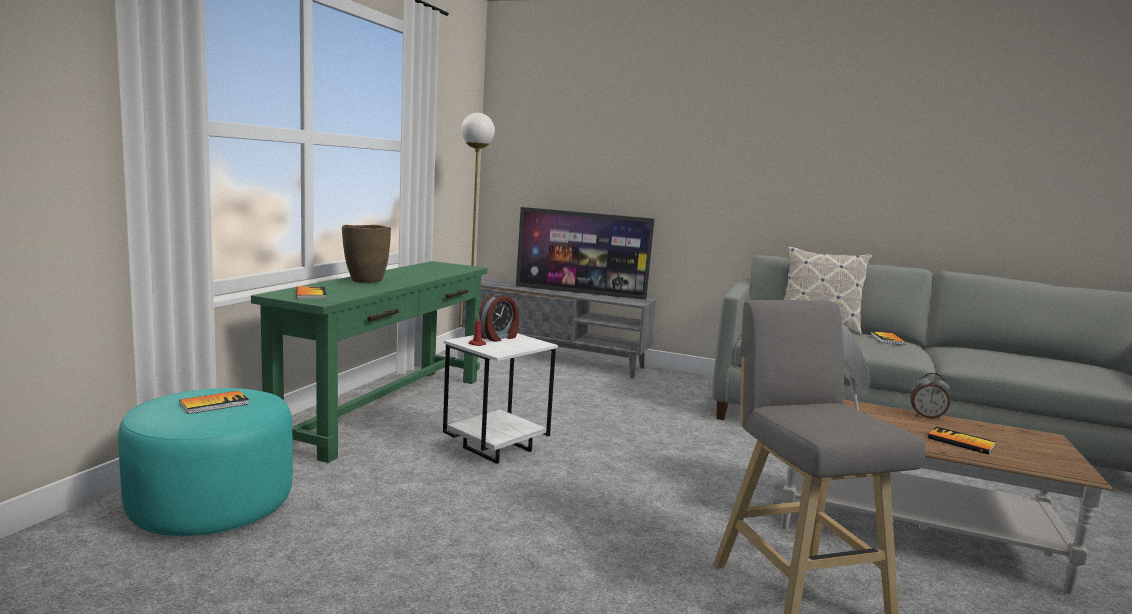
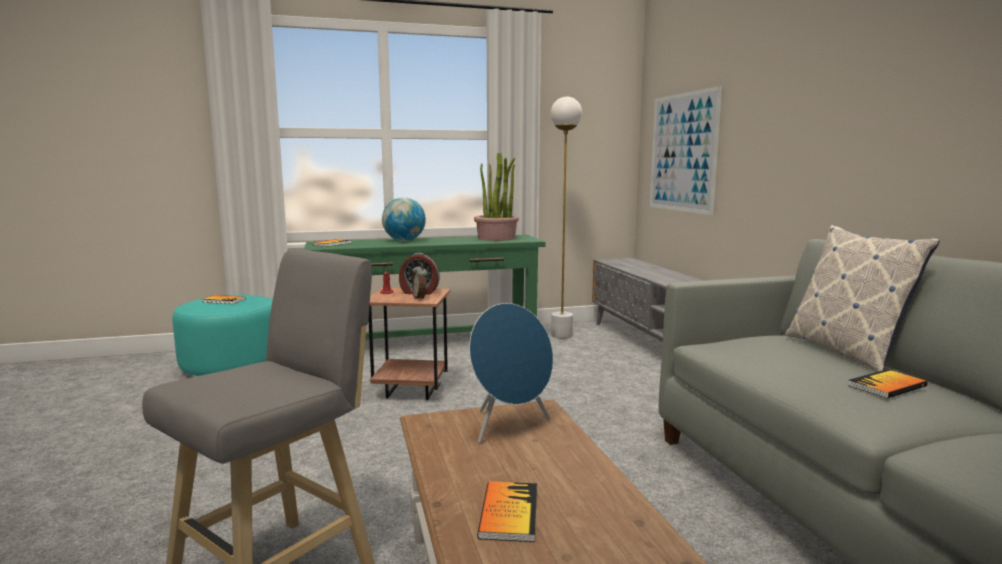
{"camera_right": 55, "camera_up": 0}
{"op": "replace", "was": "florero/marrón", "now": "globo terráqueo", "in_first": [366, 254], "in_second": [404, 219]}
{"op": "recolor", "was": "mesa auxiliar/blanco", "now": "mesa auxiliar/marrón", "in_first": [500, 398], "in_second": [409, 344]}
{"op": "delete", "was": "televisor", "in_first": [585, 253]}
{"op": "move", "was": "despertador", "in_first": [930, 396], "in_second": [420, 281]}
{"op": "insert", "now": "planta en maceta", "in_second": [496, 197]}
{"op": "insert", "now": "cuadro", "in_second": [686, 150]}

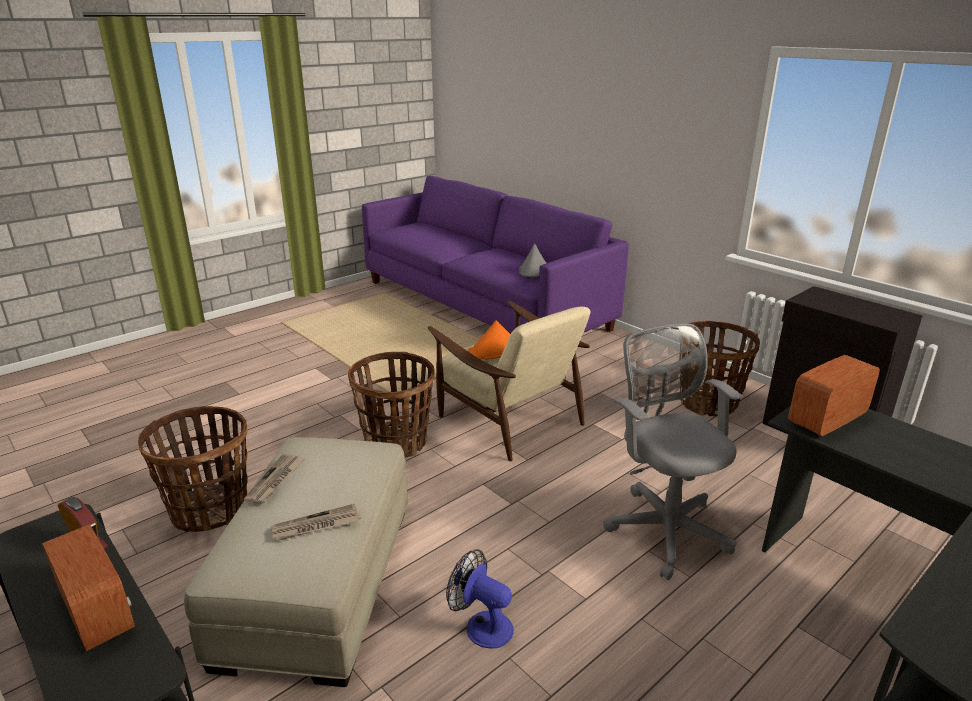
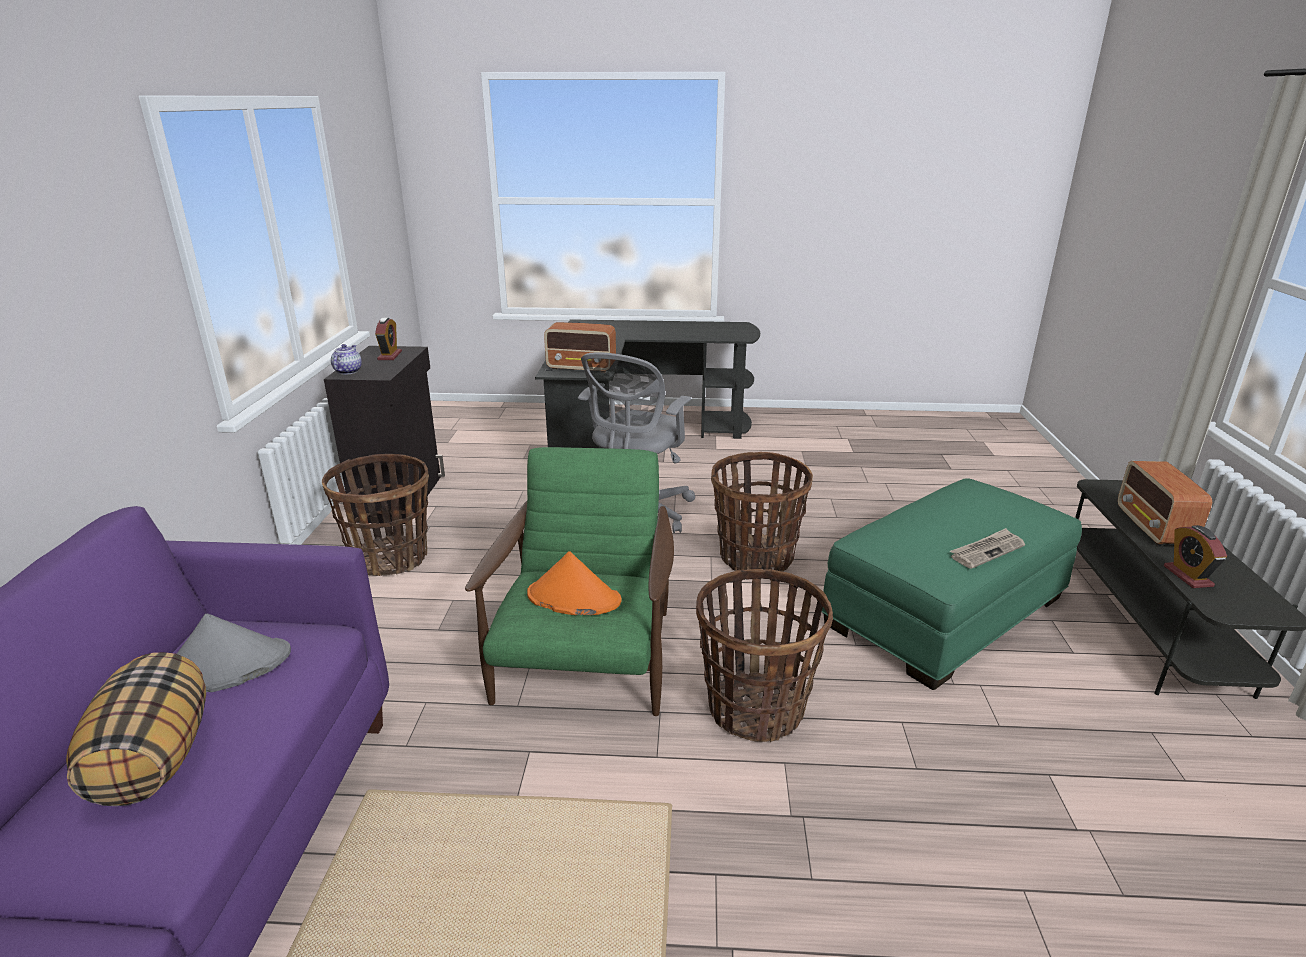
{"camera_right": -135, "camera_up": 0}
{"op": "move", "was": "cesta", "in_first": [192, 469], "in_second": [762, 511]}
{"op": "recolor", "was": "puf/beis", "now": "puf/verde", "in_first": [296, 562], "in_second": [952, 584]}
{"op": "delete", "was": "periódico", "in_first": [316, 522]}
{"op": "recolor", "was": "sillón/beis", "now": "sillón/verde", "in_first": [509, 381], "in_second": [569, 581]}
{"op": "delete", "was": "ventilador", "in_first": [480, 599]}
{"op": "insert", "now": "cojín", "in_second": [136, 729]}
{"op": "insert", "now": "tetera", "in_second": [346, 359]}
{"op": "insert", "now": "despertador", "in_second": [388, 339]}

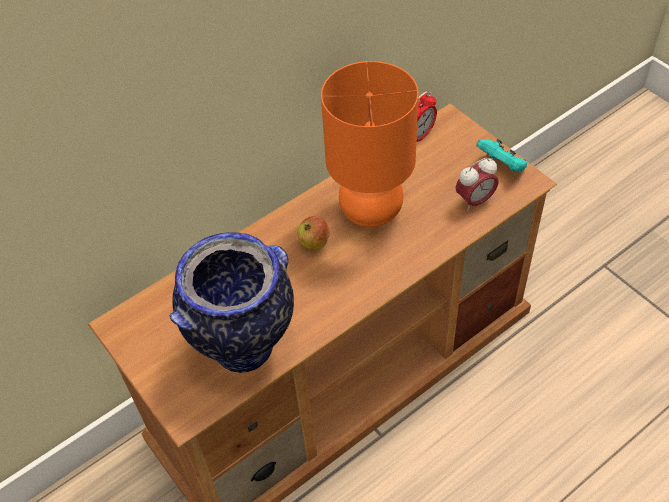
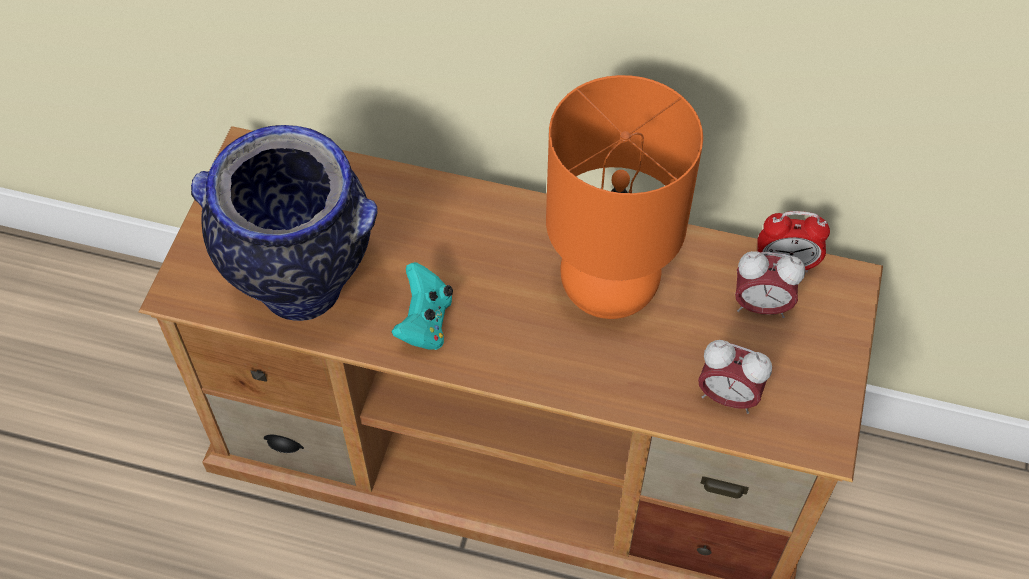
{"camera_right": 50, "camera_up": 5}
{"op": "delete", "was": "manzana", "in_first": [314, 233]}
{"op": "move", "was": "mando de consola/turquesa", "in_first": [501, 155], "in_second": [422, 306]}
{"op": "insert", "now": "despertador", "in_second": [770, 284]}

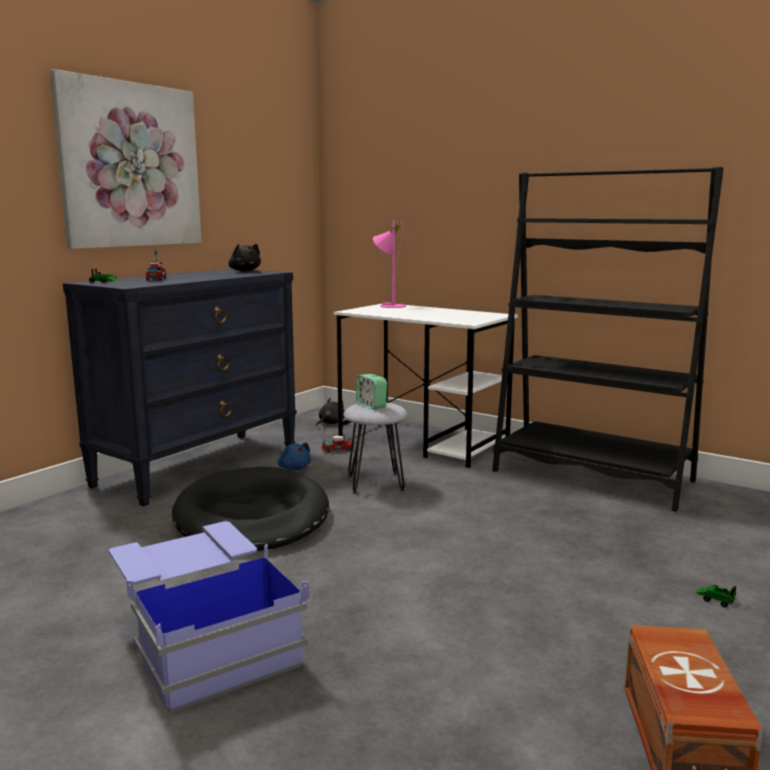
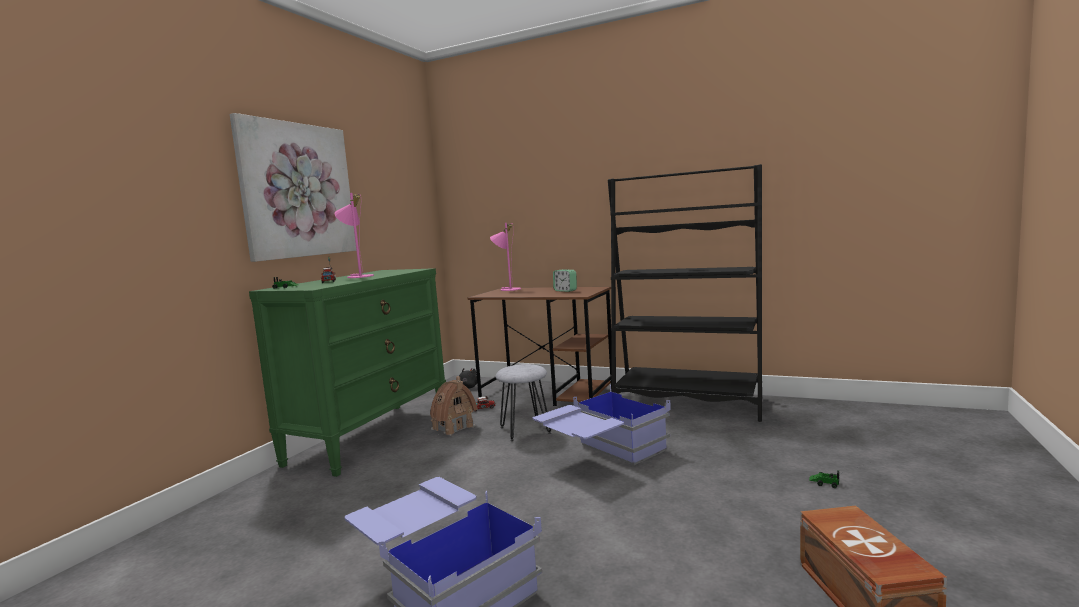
{"camera_right": -10, "camera_up": -5}
{"op": "recolor", "was": "cómoda/negro", "now": "cómoda/verde", "in_first": [180, 387], "in_second": [347, 372]}
{"op": "delete", "was": "cama para perro/negro", "in_first": [250, 508]}
{"op": "delete", "was": "peluche/negro", "in_first": [244, 257]}
{"op": "replace", "was": "peluche/azul", "now": "casita", "in_first": [294, 456], "in_second": [454, 406]}
{"op": "recolor", "was": "escritorio/blanco", "now": "escritorio/marrón", "in_first": [425, 386], "in_second": [539, 346]}
{"op": "move", "was": "despertador", "in_first": [371, 391], "in_second": [565, 280]}
{"op": "insert", "now": "lámpara de mesa/rosa", "in_second": [354, 235]}
{"op": "insert", "now": "caja de almacenaje/azul", "in_second": [601, 425]}

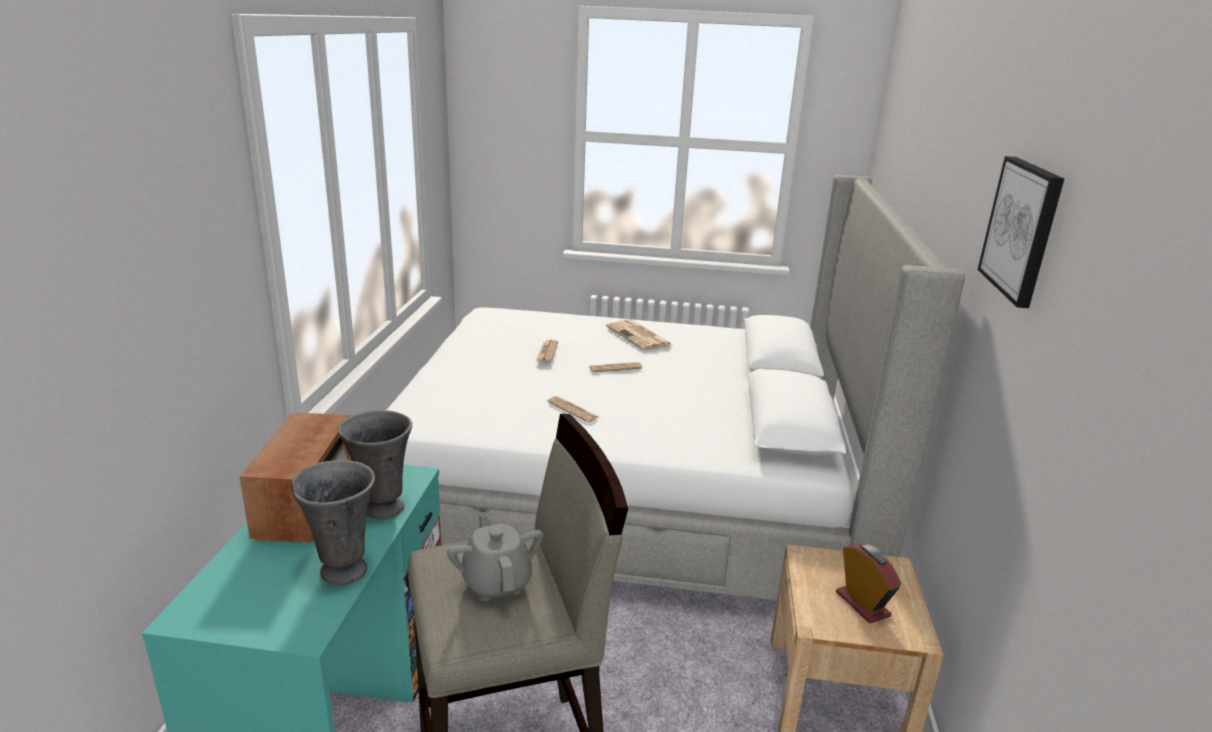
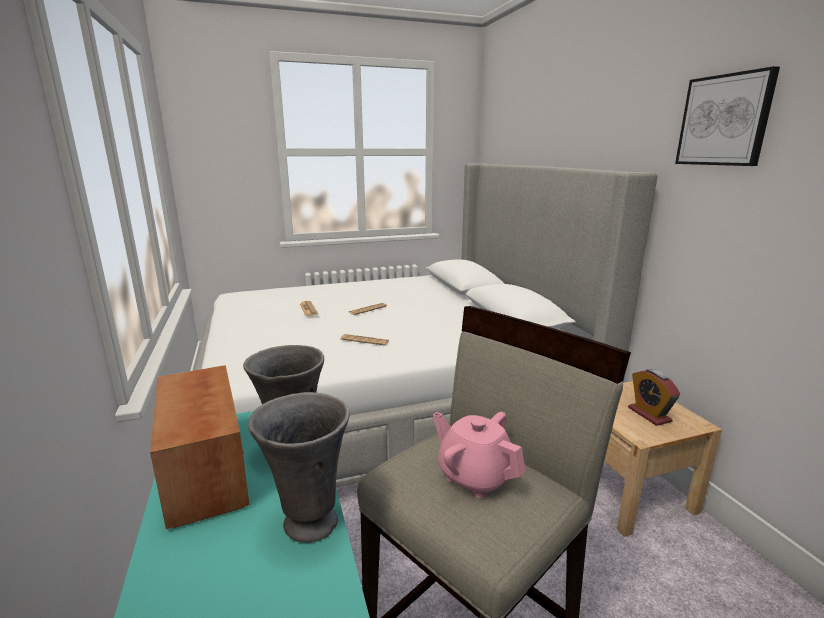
{"camera_right": -25, "camera_up": -5}
{"op": "recolor", "was": "tetera/gris", "now": "tetera/rosa", "in_first": [495, 556], "in_second": [479, 455]}
{"op": "delete", "was": "periódico", "in_first": [639, 334]}
{"op": "rotate", "was": "despertador", "in_first": [868, 583], "in_second": [654, 397], "clockwise": -150}

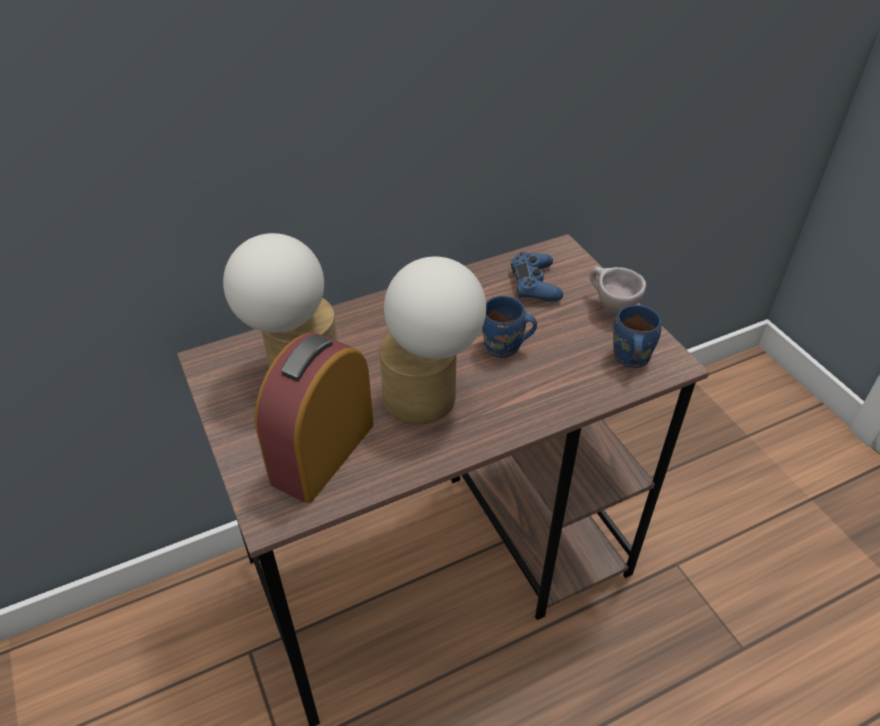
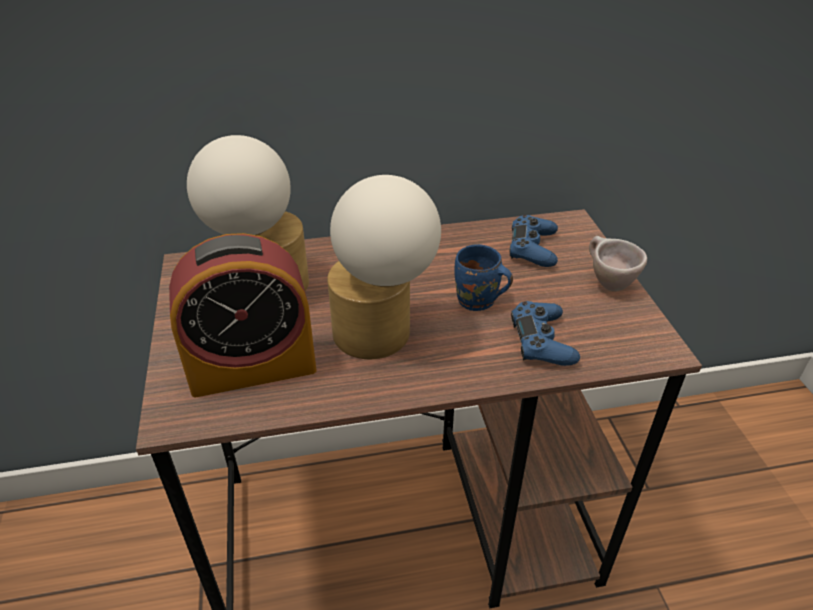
{"camera_right": 15, "camera_up": -5}
{"op": "rotate", "was": "despertador", "in_first": [314, 418], "in_second": [242, 315], "clockwise": -150}
{"op": "delete", "was": "taza grande/azul", "in_first": [637, 336]}
{"op": "insert", "now": "mando de consola/azul", "in_second": [545, 333]}

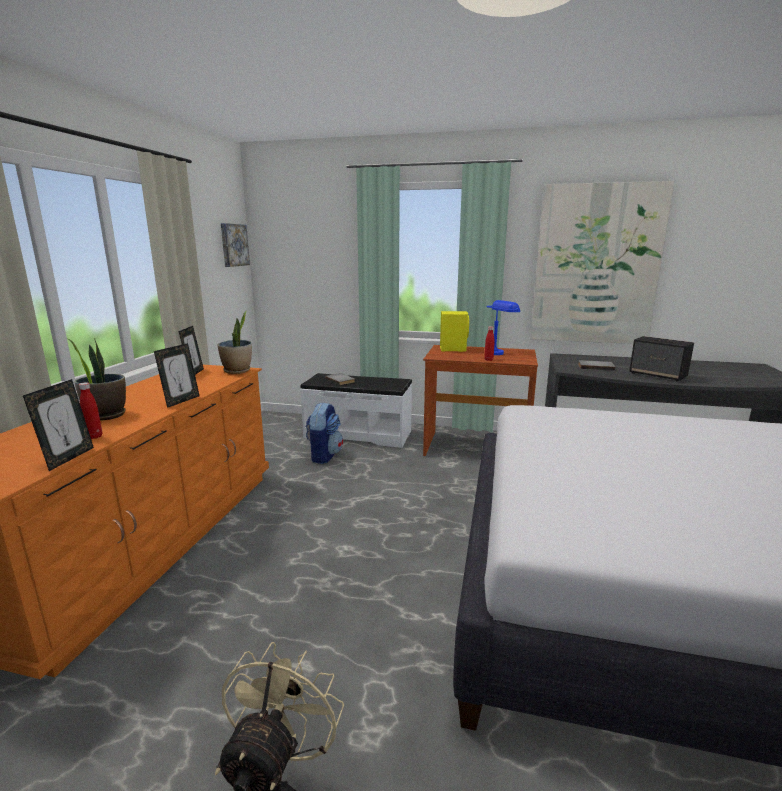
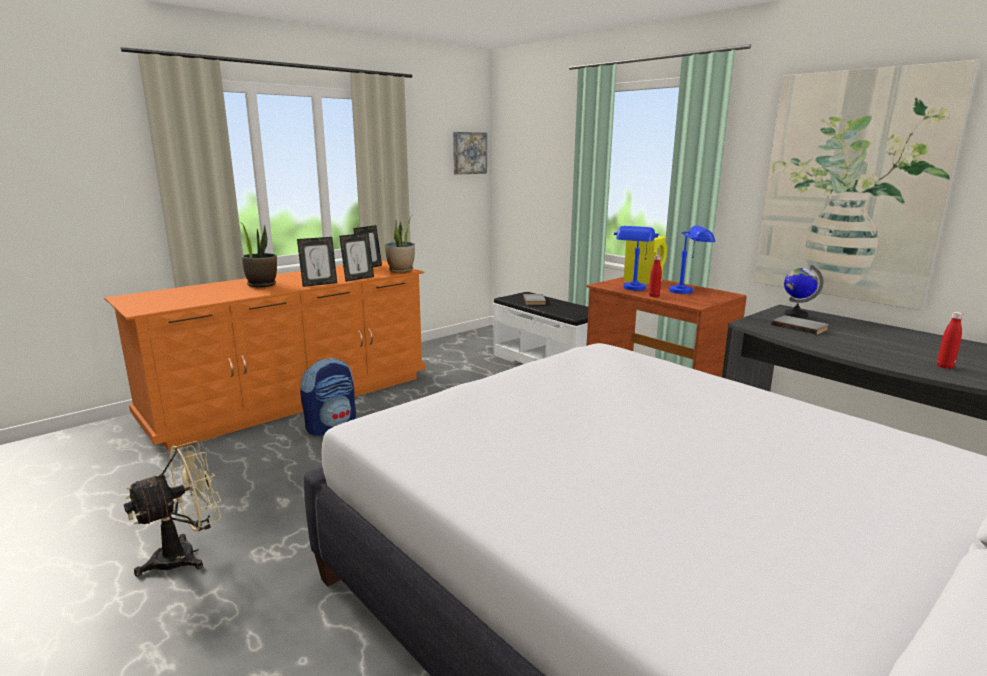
{"camera_right": 35, "camera_up": 0}
{"op": "move", "was": "portarretratos", "in_first": [58, 425], "in_second": [356, 257]}
{"op": "move", "was": "botella/rojo", "in_first": [90, 410], "in_second": [950, 340]}
{"op": "move", "was": "mochila", "in_first": [324, 433], "in_second": [328, 397]}
{"op": "delete", "was": "altavoz", "in_first": [661, 359]}
{"op": "insert", "now": "lámpara de mesa/azul", "in_second": [636, 258]}
{"op": "insert", "now": "globo terráqueo", "in_second": [803, 291]}

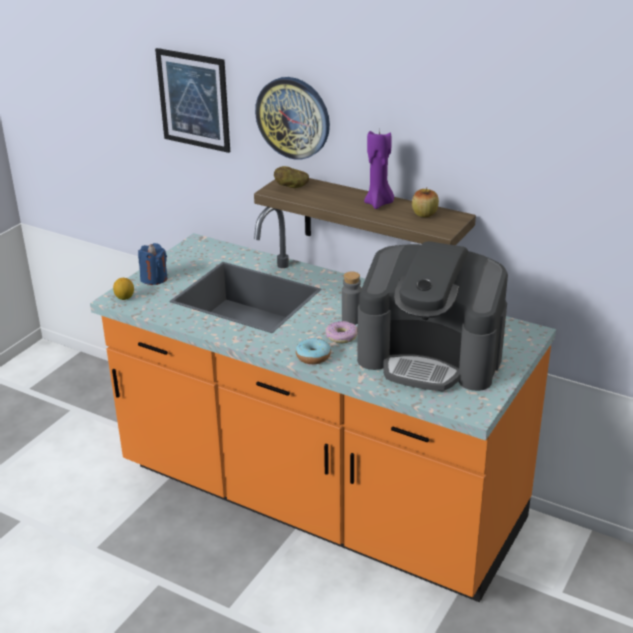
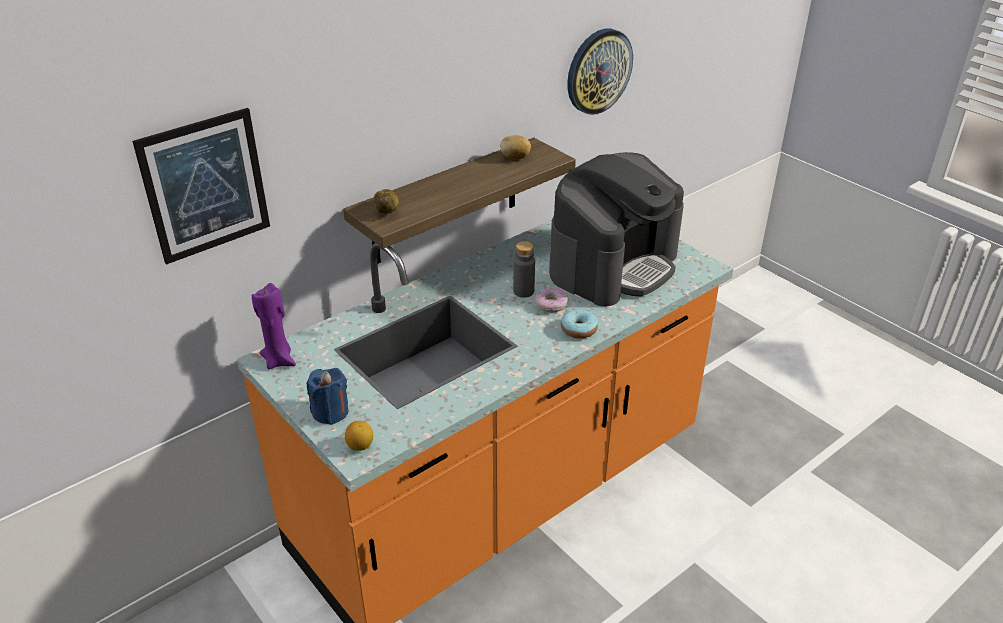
{"camera_right": -70, "camera_up": 5}
{"op": "move", "was": "reloj de pared", "in_first": [292, 118], "in_second": [600, 71]}
{"op": "move", "was": "vela/morado", "in_first": [379, 169], "in_second": [274, 326]}
{"op": "replace", "was": "manzana", "now": "patata", "in_first": [425, 202], "in_second": [515, 147]}

